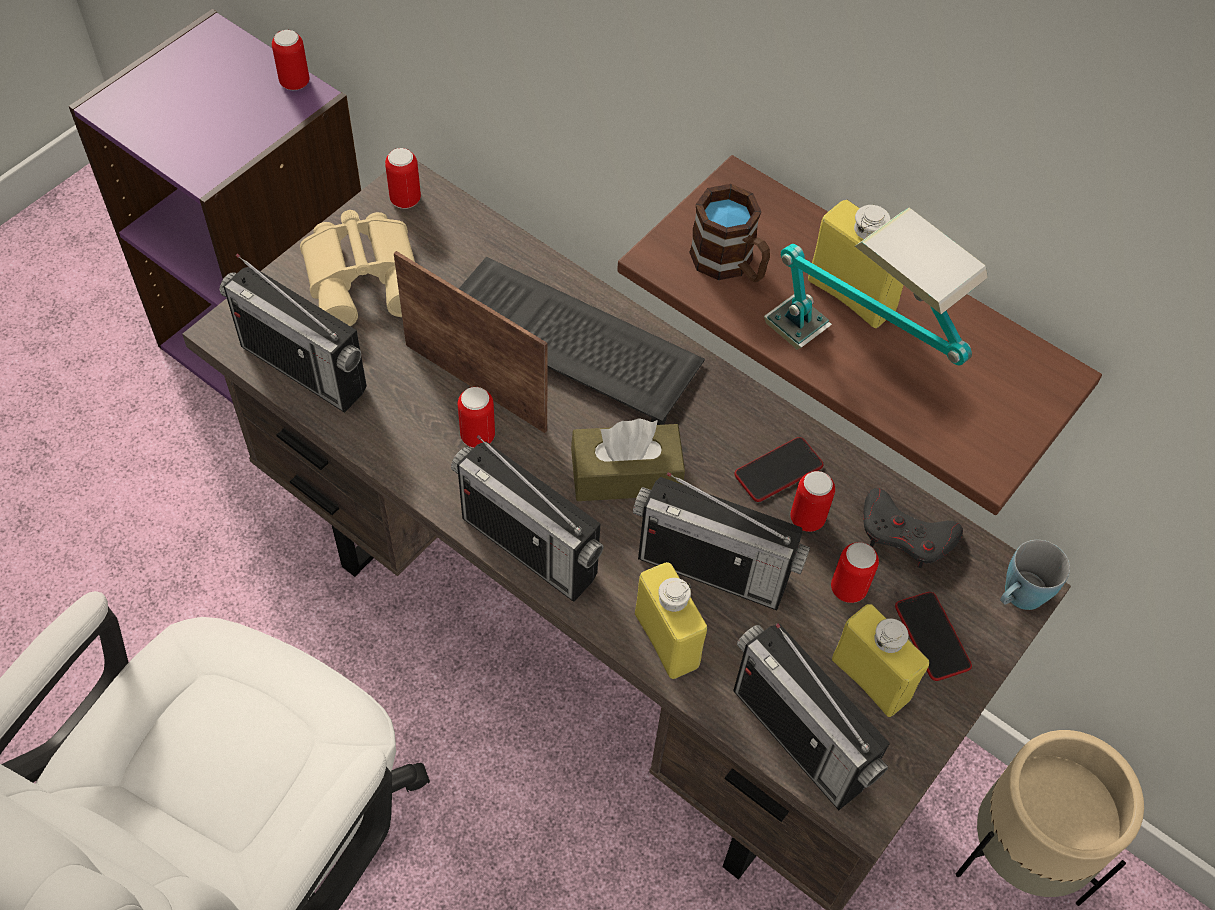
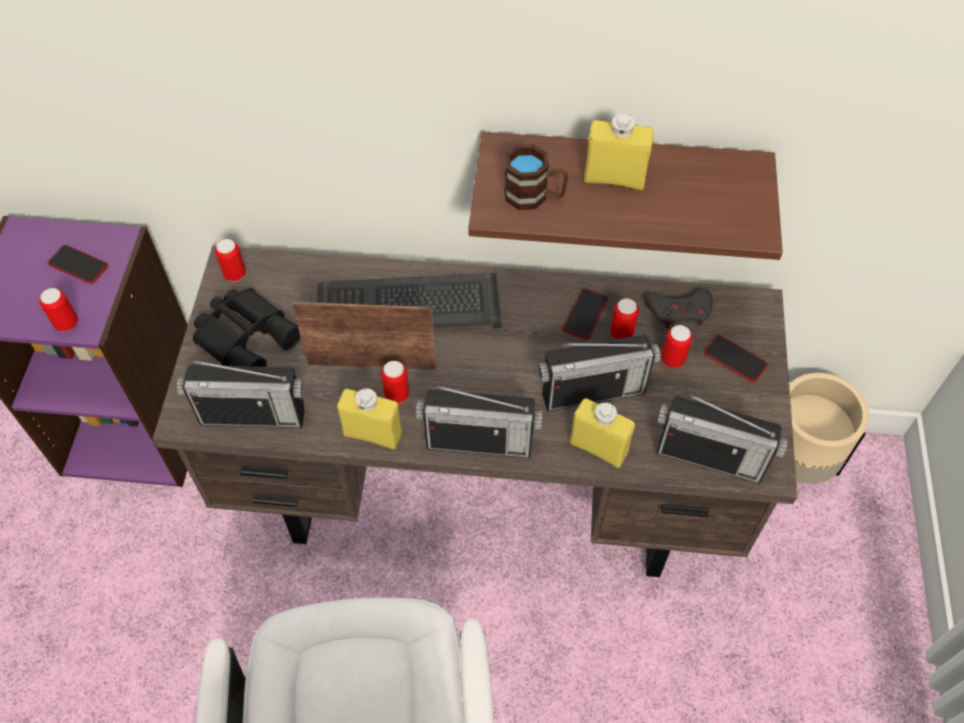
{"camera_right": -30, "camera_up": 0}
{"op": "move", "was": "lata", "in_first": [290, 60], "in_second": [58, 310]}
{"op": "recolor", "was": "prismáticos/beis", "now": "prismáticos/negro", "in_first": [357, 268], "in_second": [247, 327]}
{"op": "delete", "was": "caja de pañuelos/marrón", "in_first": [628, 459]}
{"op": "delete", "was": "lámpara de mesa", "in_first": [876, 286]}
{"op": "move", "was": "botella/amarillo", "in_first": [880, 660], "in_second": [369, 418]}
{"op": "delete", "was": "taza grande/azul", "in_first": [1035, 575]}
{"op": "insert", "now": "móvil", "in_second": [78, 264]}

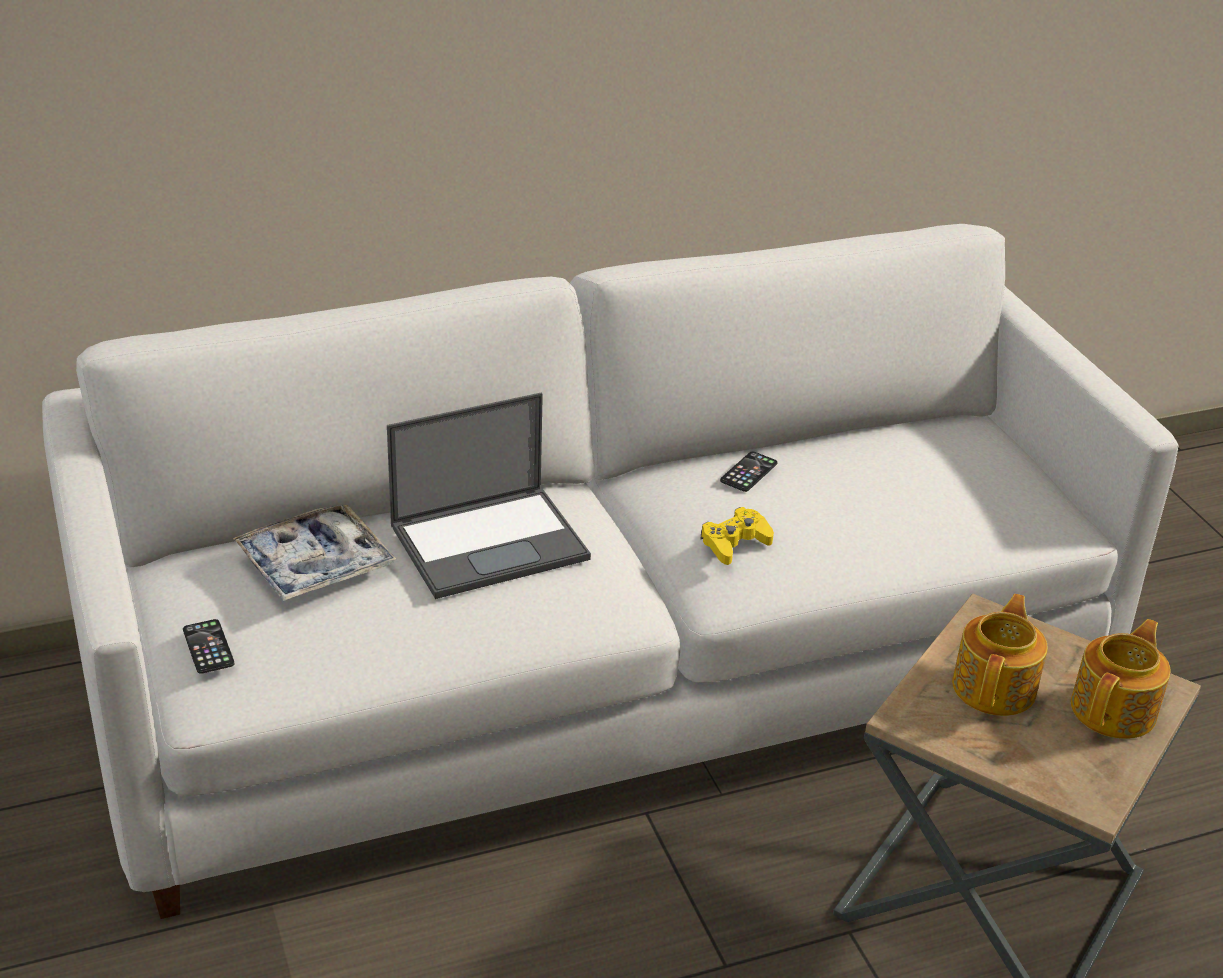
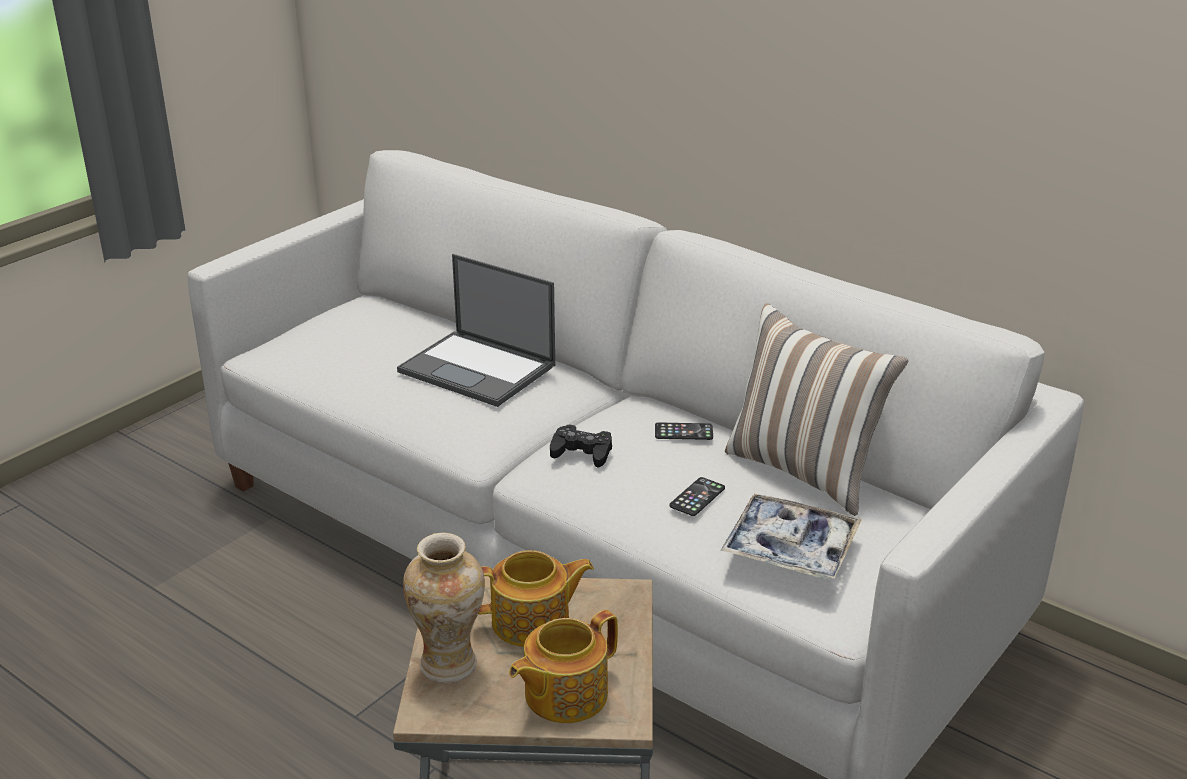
{"camera_right": 60, "camera_up": -5}
{"op": "move", "was": "móvil", "in_first": [208, 646], "in_second": [697, 496]}
{"op": "move", "was": "bandeja", "in_first": [314, 553], "in_second": [791, 537]}
{"op": "recolor", "was": "mando de consola/amarillo", "now": "mando de consola/negro", "in_first": [737, 536], "in_second": [581, 446]}
{"op": "rotate", "was": "tetera", "in_first": [1121, 679], "in_second": [563, 666], "clockwise": 135}
{"op": "insert", "now": "florero", "in_second": [444, 608]}
{"op": "insert", "now": "cojín", "in_second": [816, 409]}

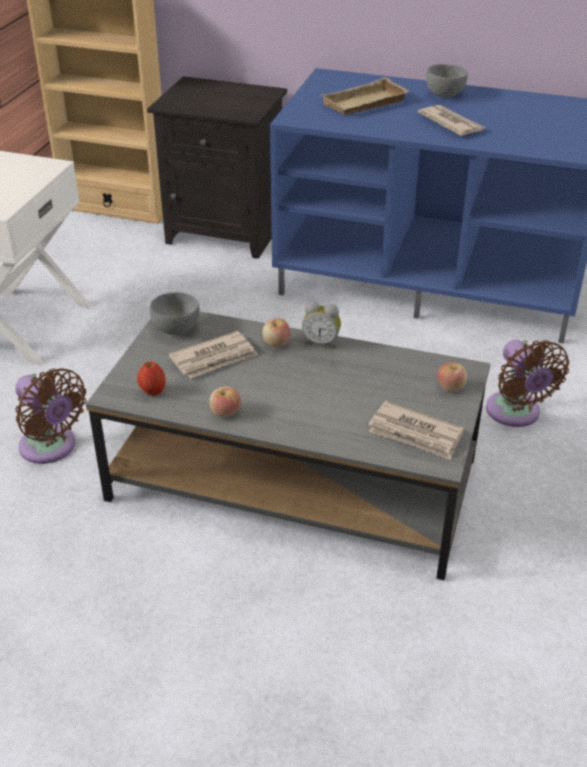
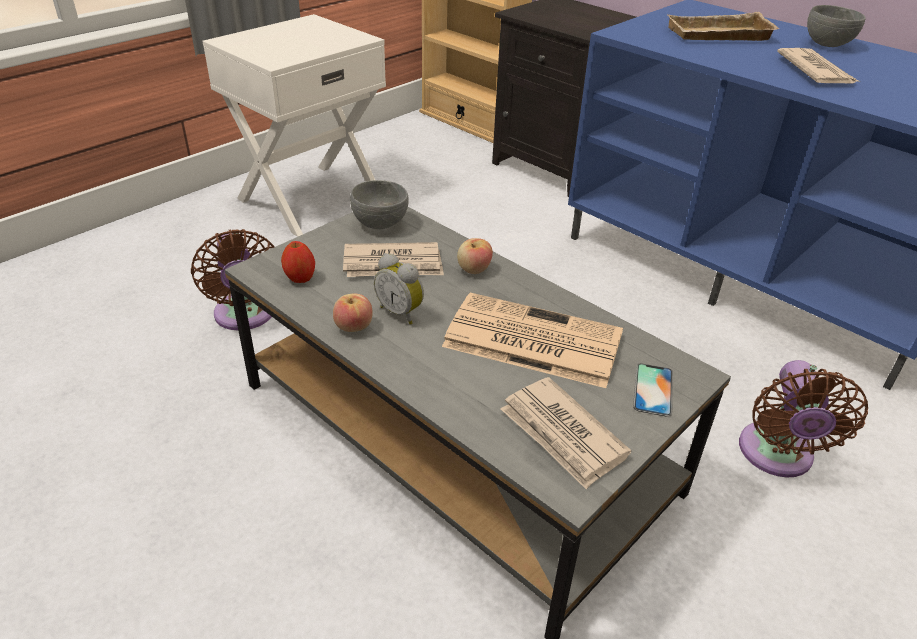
{"camera_right": 25, "camera_up": 0}
{"op": "move", "was": "despertador", "in_first": [321, 324], "in_second": [399, 288]}
{"op": "replace", "was": "manzana", "now": "móvil", "in_first": [452, 377], "in_second": [653, 390]}
{"op": "insert", "now": "periódico", "in_second": [532, 340]}

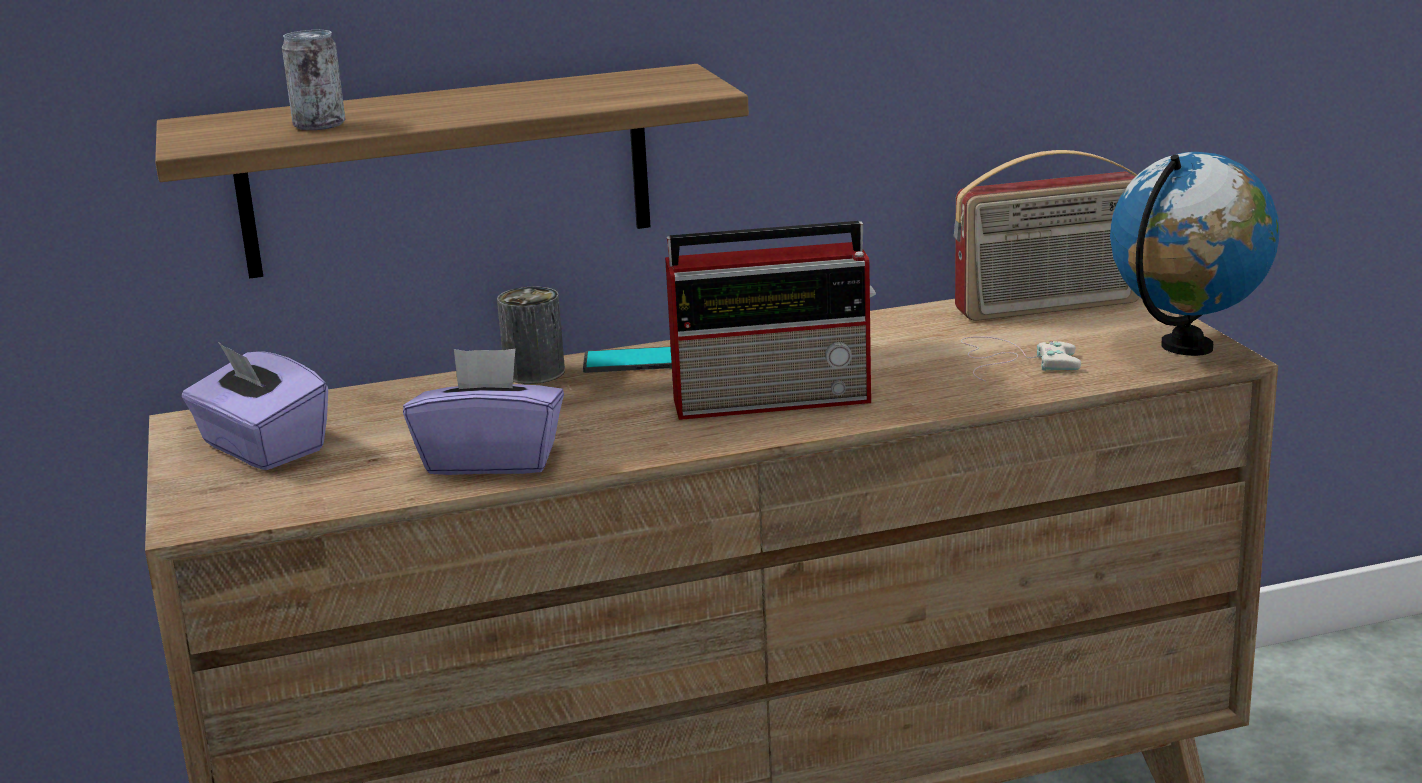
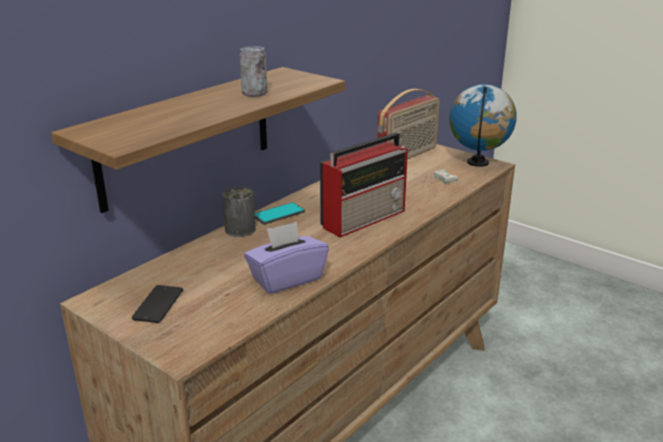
{"camera_right": -35, "camera_up": 5}
{"op": "replace", "was": "caja de pañuelos/morado", "now": "móvil", "in_first": [255, 406], "in_second": [157, 304]}
{"op": "move", "was": "lata", "in_first": [314, 80], "in_second": [253, 71]}

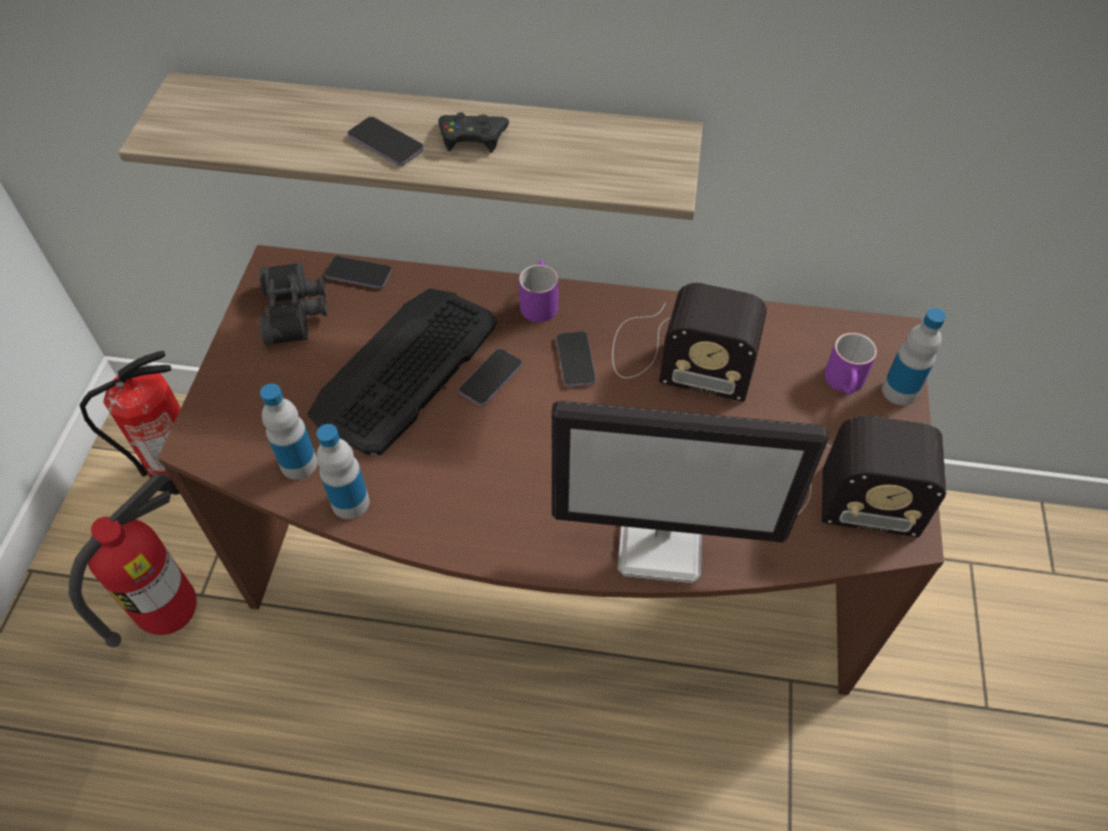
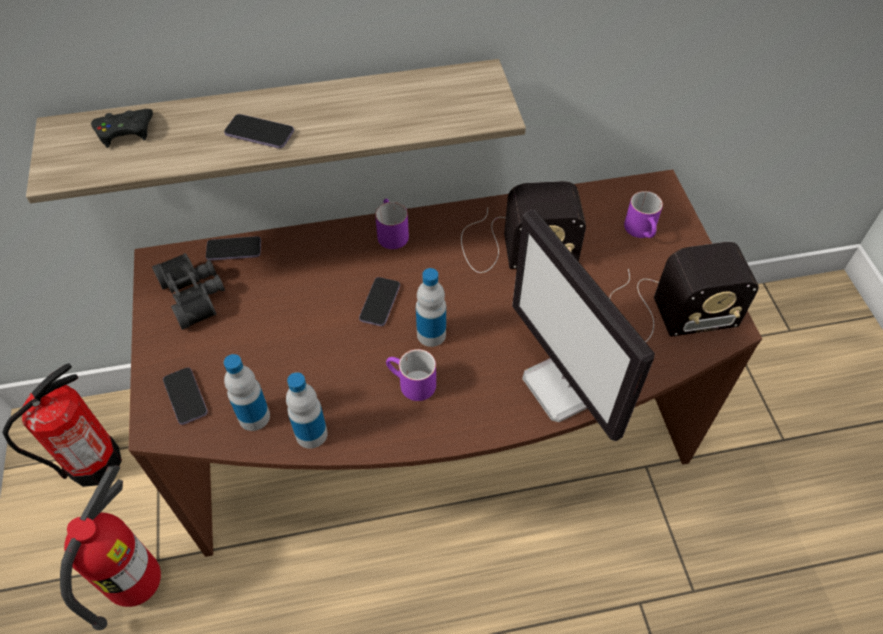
{"camera_right": -20, "camera_up": 0}
{"op": "delete", "was": "teclado", "in_first": [402, 371]}
{"op": "move", "was": "mando de consola/negro", "in_first": [473, 132], "in_second": [122, 128]}
{"op": "rotate", "was": "monitor", "in_first": [690, 492], "in_second": [583, 325], "clockwise": 75}
{"op": "move", "was": "móvil", "in_first": [576, 359], "in_second": [185, 396]}
{"op": "move", "was": "botella", "in_first": [914, 356], "in_second": [431, 307]}
{"op": "insert", "now": "taza grande/morado", "in_second": [411, 375]}

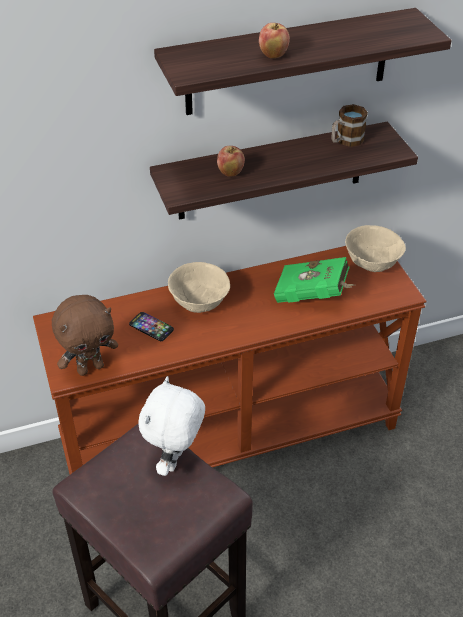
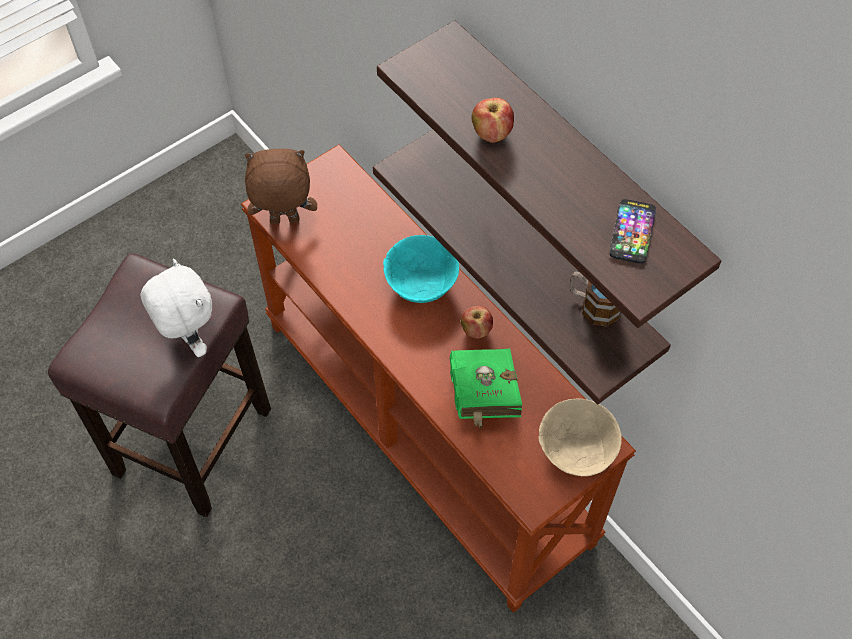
{"camera_right": 70, "camera_up": 15}
{"op": "rotate", "was": "peluche/marrón", "in_first": [85, 335], "in_second": [281, 186], "clockwise": 135}
{"op": "move", "was": "móvil", "in_first": [151, 326], "in_second": [633, 231]}
{"op": "rotate", "was": "peluche/blanco", "in_first": [171, 426], "in_second": [176, 308], "clockwise": 60}
{"op": "recolor", "was": "cuenco/beis", "now": "cuenco/turquesa", "in_first": [199, 287], "in_second": [421, 269]}
{"op": "move", "was": "manzana", "in_first": [231, 161], "in_second": [477, 322]}

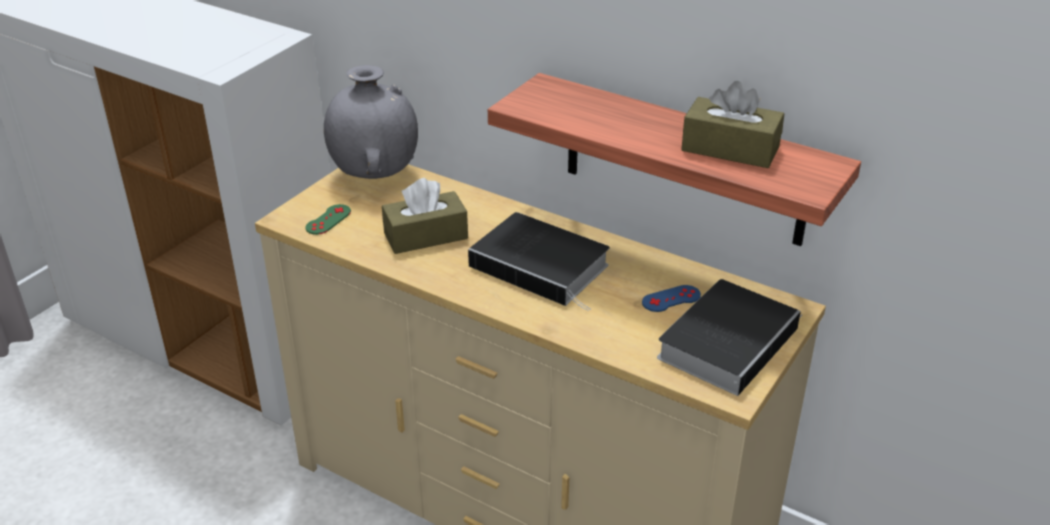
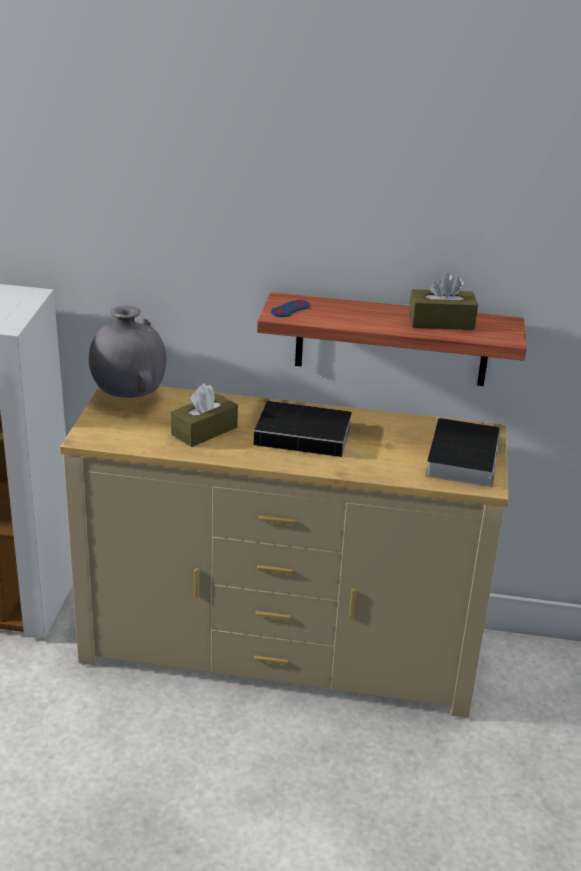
{"camera_right": -25, "camera_up": -5}
{"op": "delete", "was": "mando de consola/verde", "in_first": [328, 219]}
{"op": "move", "was": "mando de consola/azul", "in_first": [671, 298], "in_second": [290, 308]}

